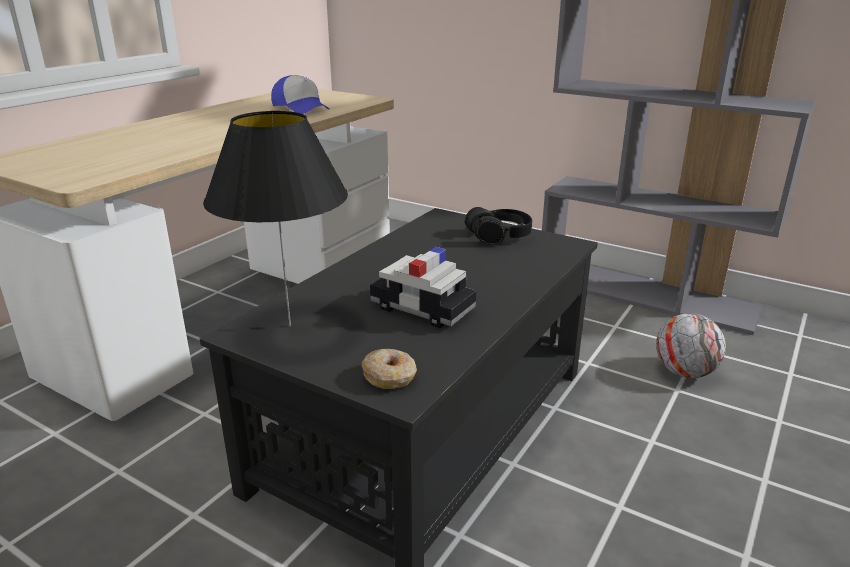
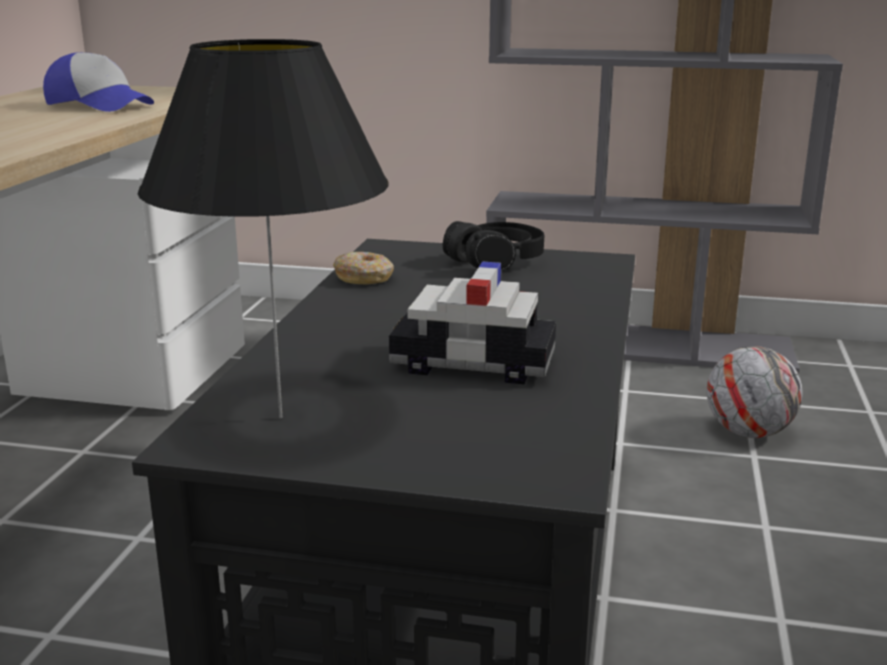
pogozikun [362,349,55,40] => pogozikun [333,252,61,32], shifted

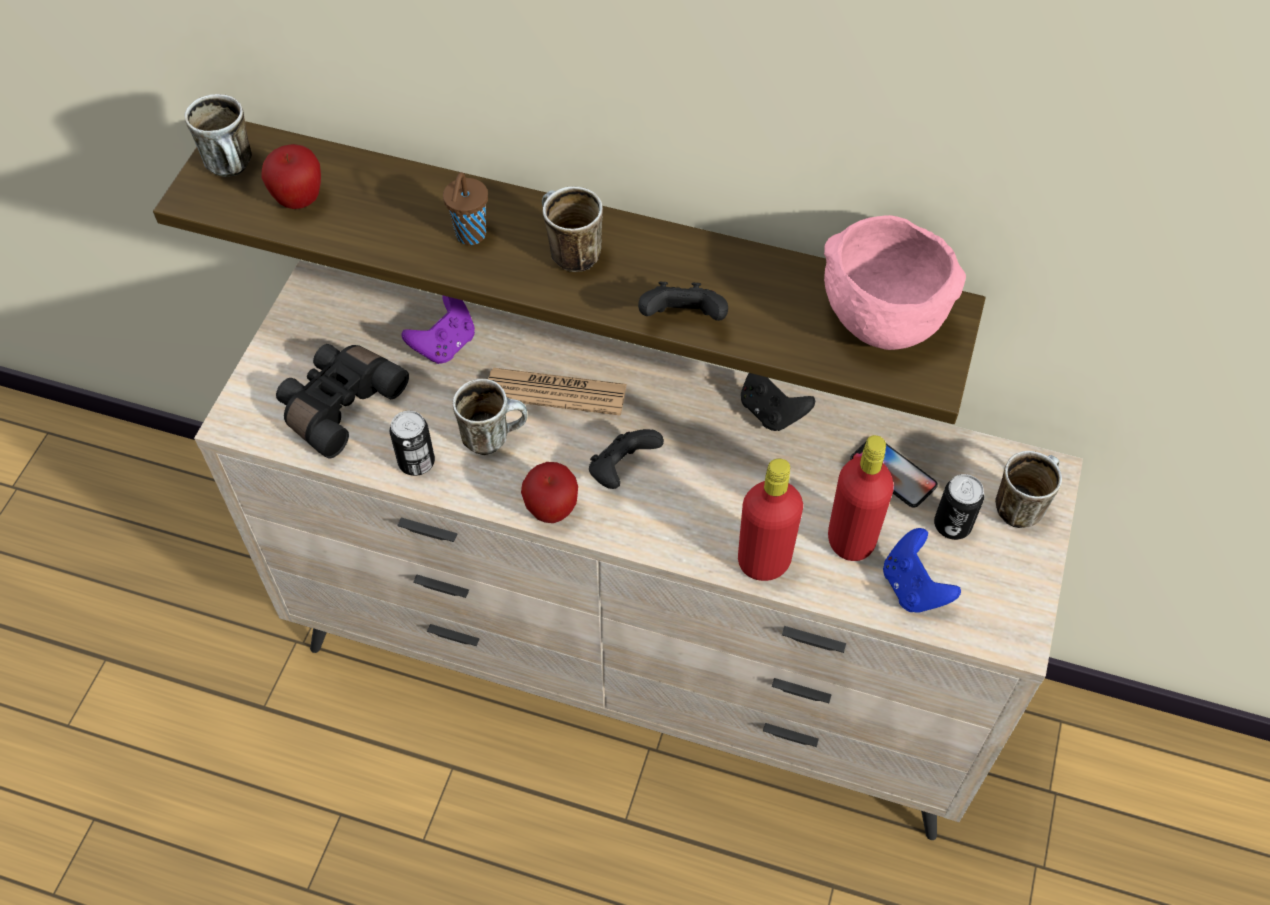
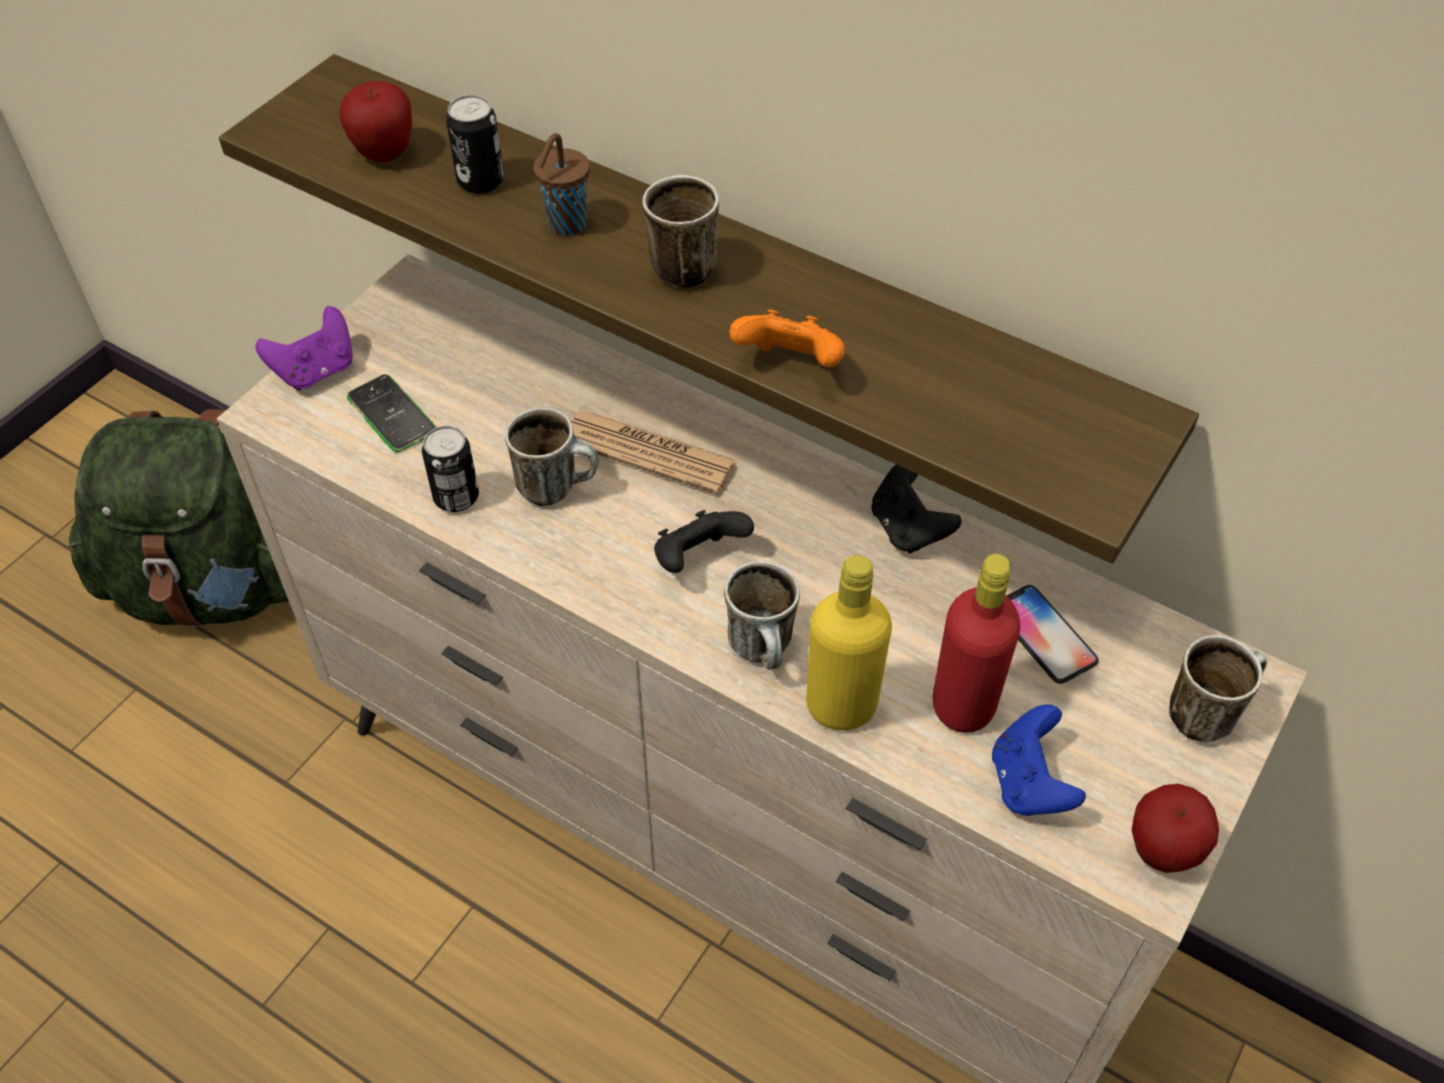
nothing => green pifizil [69,409,220,218]
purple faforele [401,295,74,69] => purple faforele [256,306,97,85], shifted
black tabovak [276,344,133,115] => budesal [347,374,89,78]
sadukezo [934,474,50,66] => sadukezo [446,95,58,99], shifted
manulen [185,94,67,83] => manulen [724,561,76,109], shifted
black faforele [638,282,90,39] => orange faforele [729,310,116,58]
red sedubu [738,459,65,122] => yellow sedubu [806,555,86,176]
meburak [521,462,57,61] => meburak [1132,784,87,89], shifted
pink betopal [824,215,142,135] => nothing

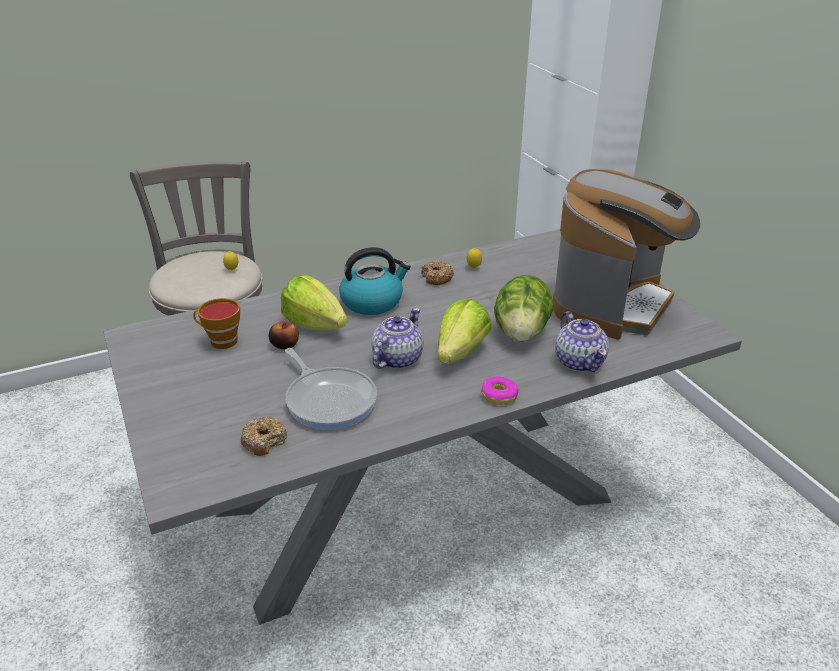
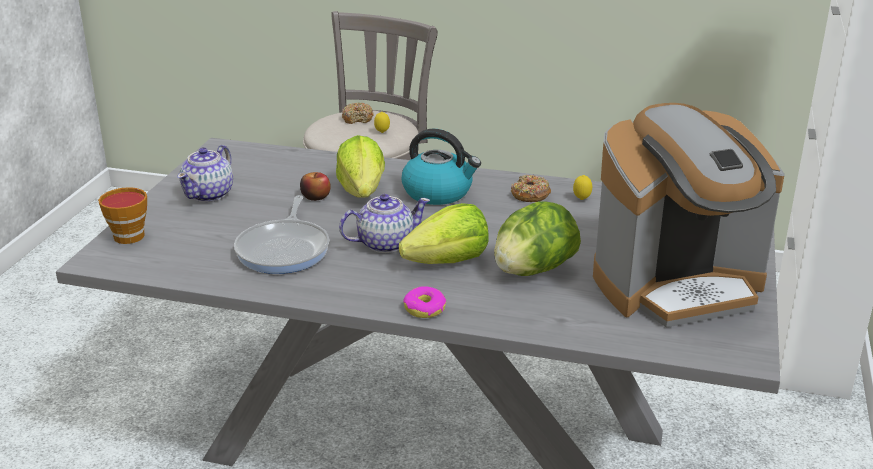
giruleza [194,298,46,51] => giruleza [98,187,49,57], shifted
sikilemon [555,312,54,60] => sikilemon [177,145,56,57], shifted
pogozikun [241,417,46,39] => pogozikun [342,103,32,21], shifted

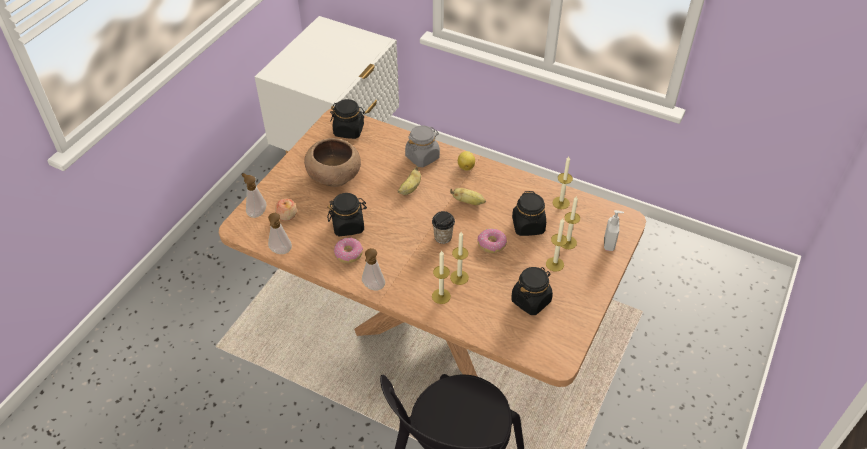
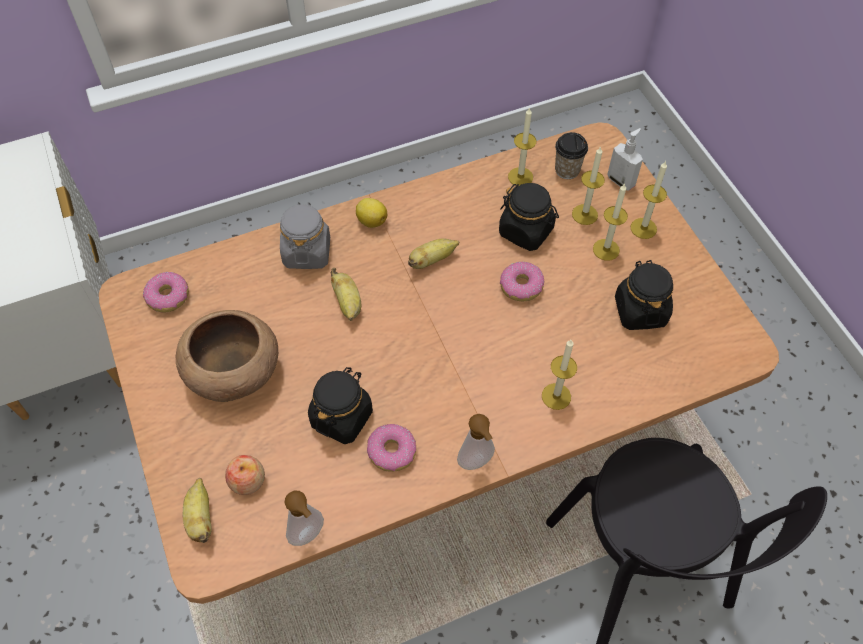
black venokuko [330,99,36,40] => pogozikun [143,272,46,41]
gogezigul [242,173,25,45] => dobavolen [183,478,29,65]
giruleza [432,211,23,33] => giruleza [555,132,33,47], shifted
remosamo [450,232,19,53] => remosamo [631,161,36,78], shifted

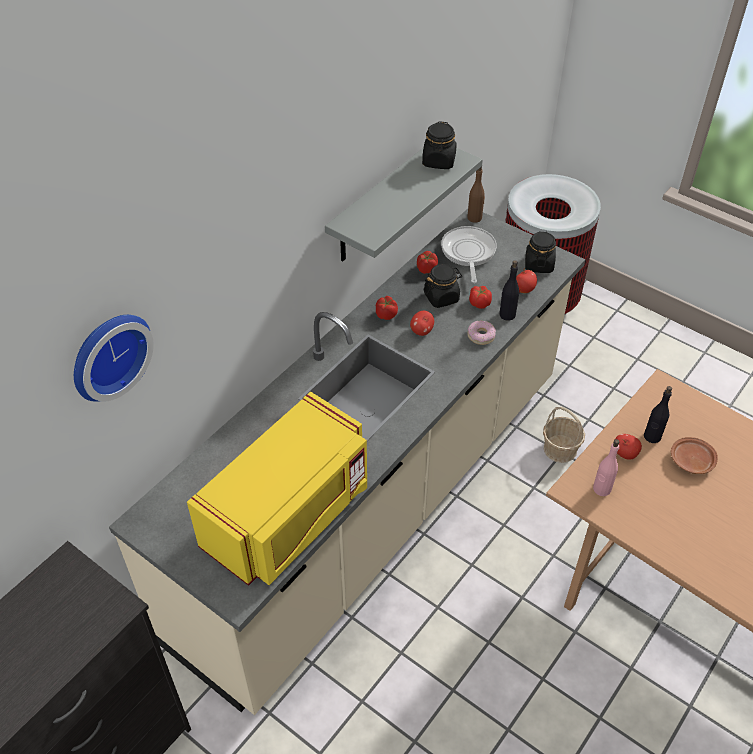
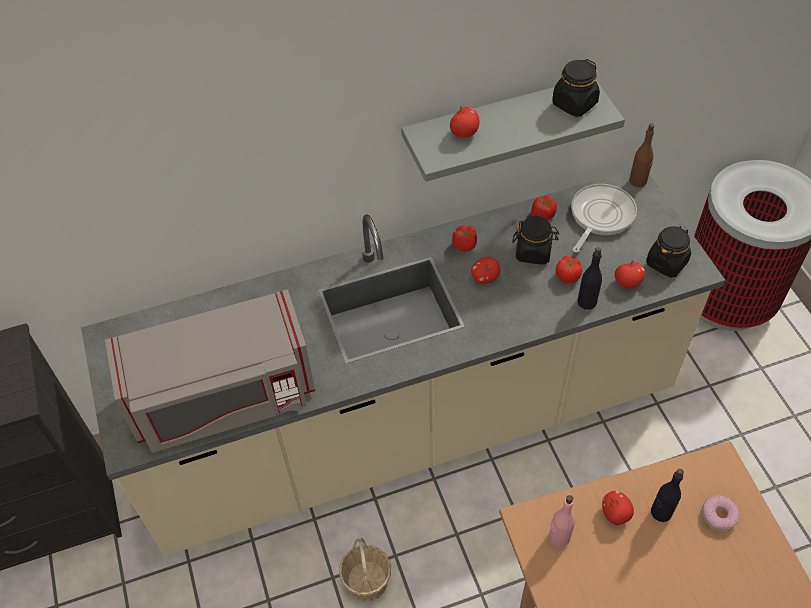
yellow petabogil [187,392,180,194] => grey petabogil [105,289,210,164]
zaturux [543,406,42,57] => zaturux [339,538,52,64], shifted
nothing => meburak [450,106,29,32]
pogozikun [467,320,29,25] => pogozikun [701,495,39,37], shifted
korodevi [74,315,80,87] => nothing
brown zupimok [671,437,47,37] => nothing

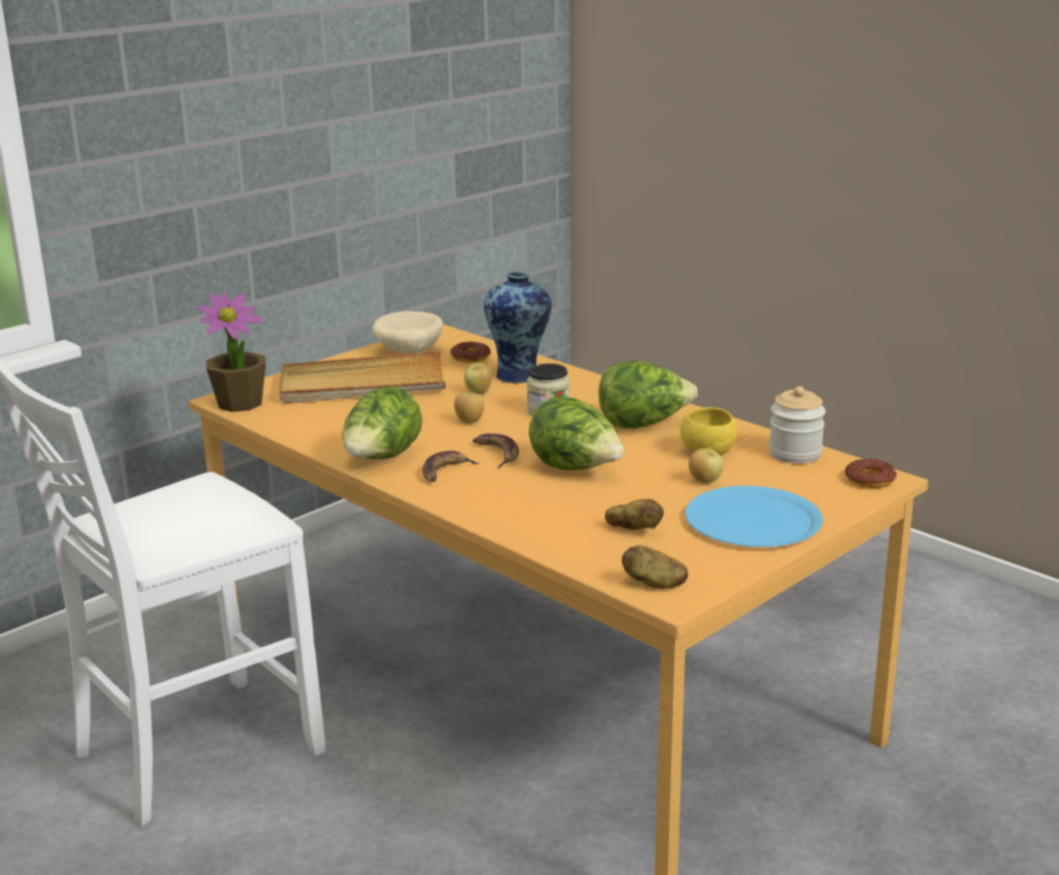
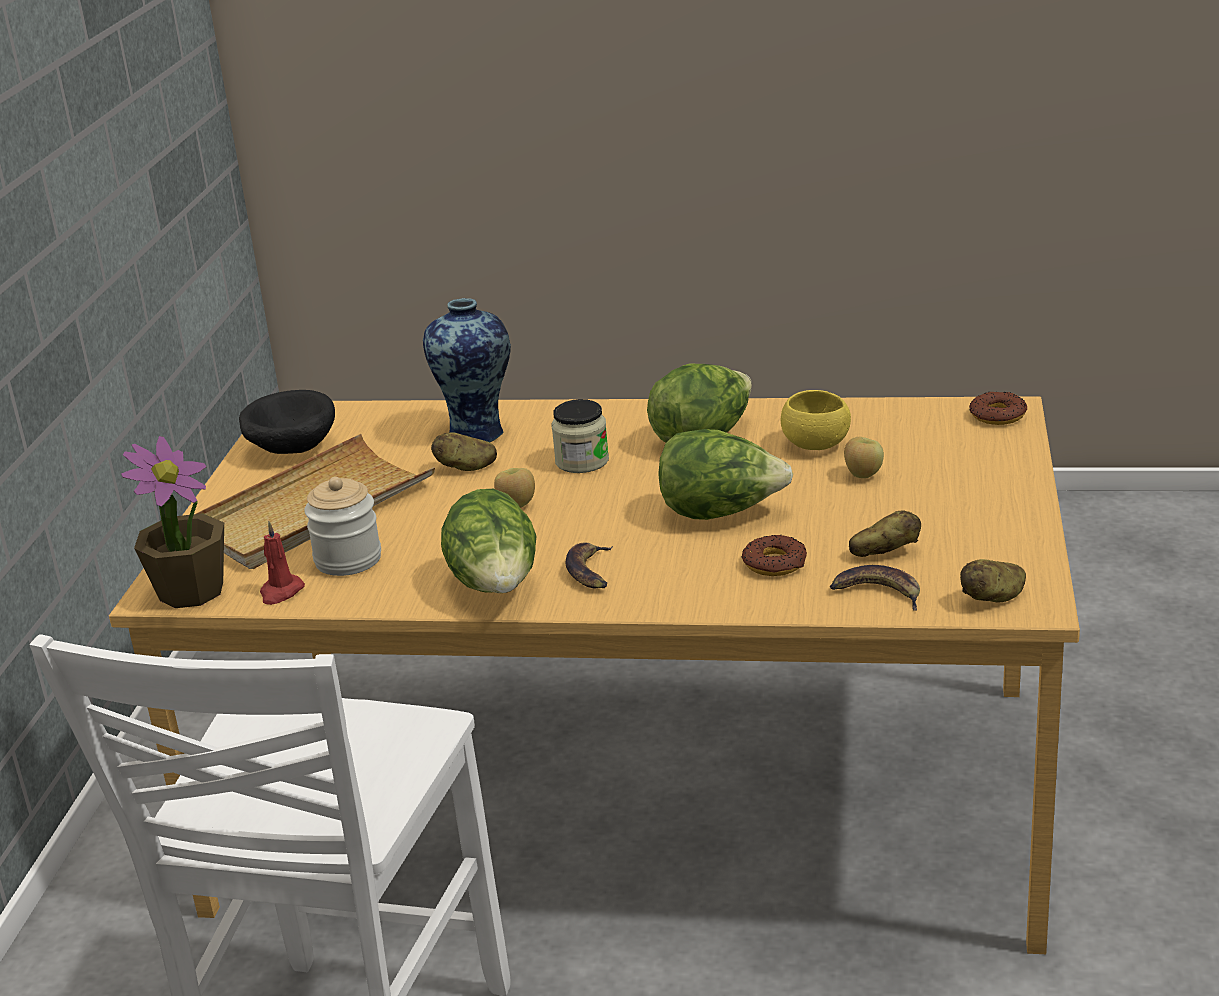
beige betopal [372,311,71,43] => black betopal [239,390,96,64]
nothing => red remosamo [260,521,45,84]
venokuko [769,386,57,78] => venokuko [304,477,77,99], shifted
meburak [464,363,28,31] => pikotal [431,432,66,39]
pogozikun [450,341,41,22] => pogozikun [742,535,65,41], shifted
dobavolen [473,434,46,34] => dobavolen [830,565,90,46], shifted
blue zupimok [685,486,138,61] => nothing

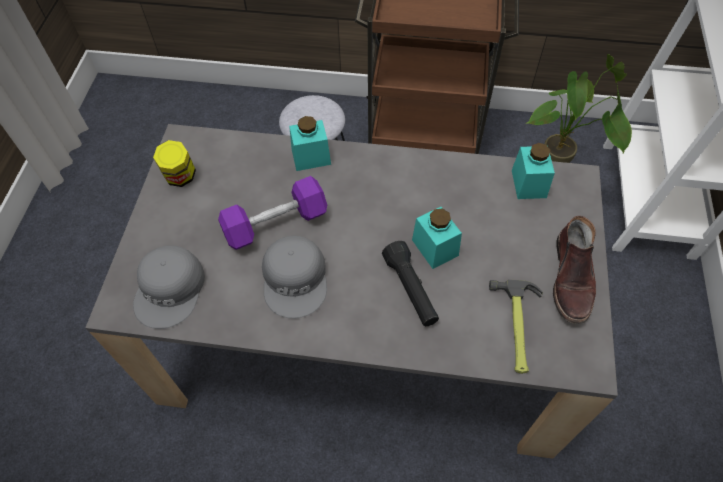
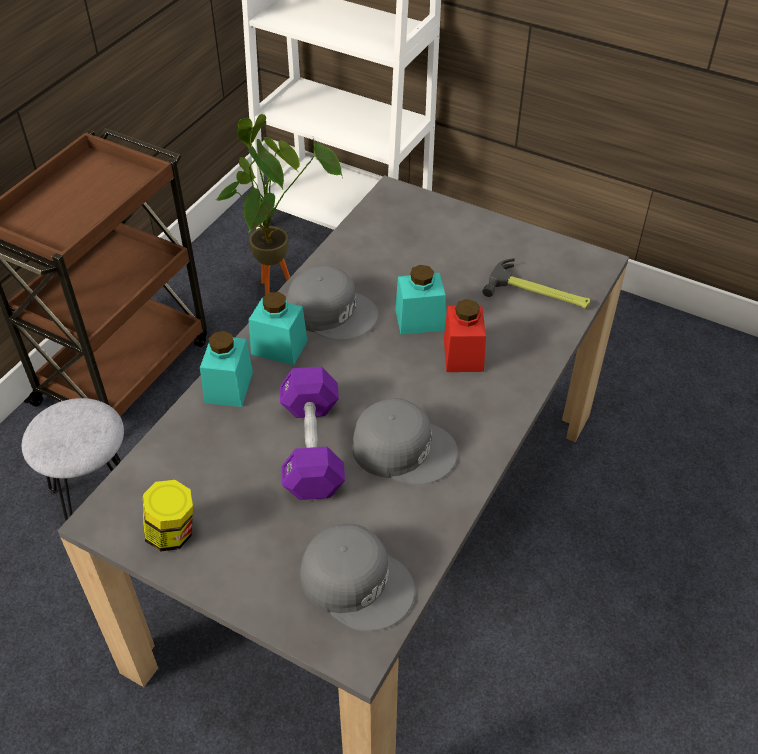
turquoise venokuko [512,143,43,56] => turquoise venokuko [249,292,59,73], shifted
nothing => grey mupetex [287,265,92,75]
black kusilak [382,241,57,85] => red venokuko [444,299,42,73]
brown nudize [553,216,43,108] => nothing

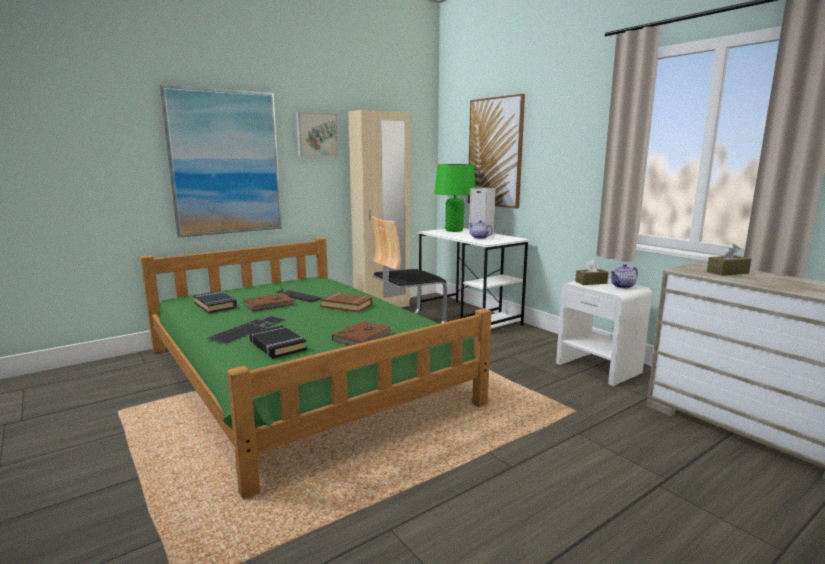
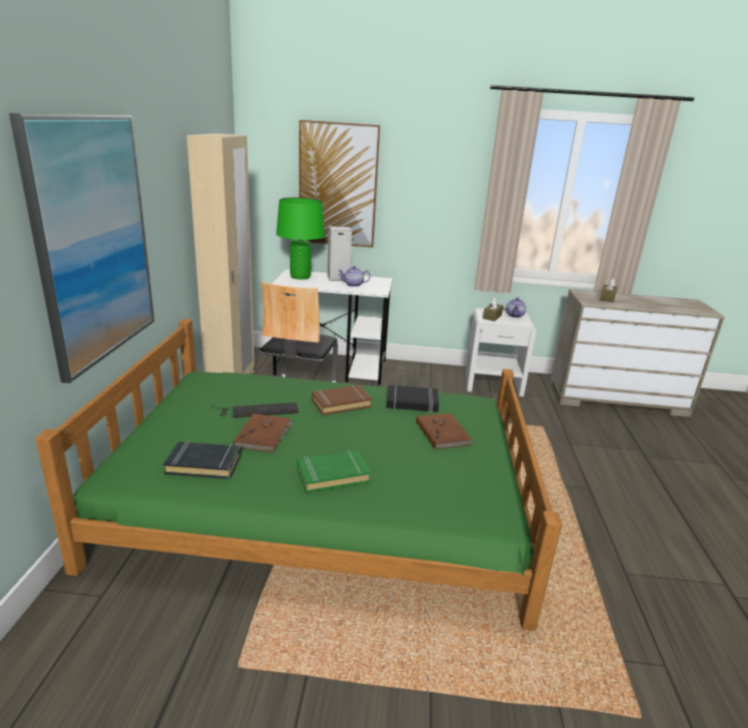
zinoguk [207,315,79,29] => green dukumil [297,450,74,43]
black dukumil [250,325,57,34] => black dukumil [386,385,53,27], shifted
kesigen [296,112,42,44] => nothing

